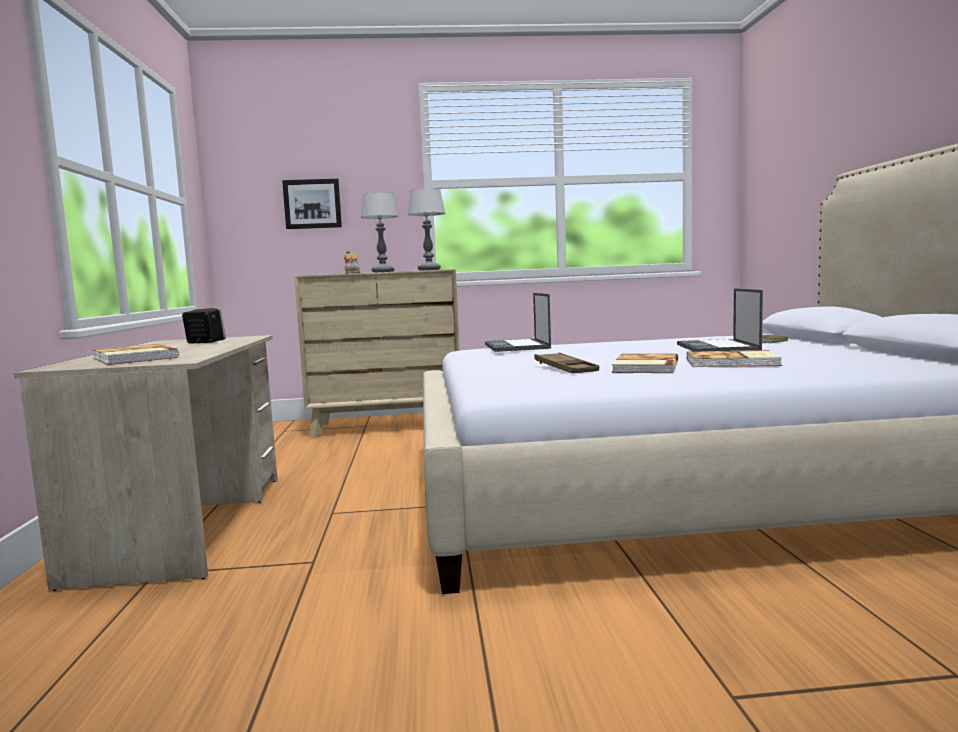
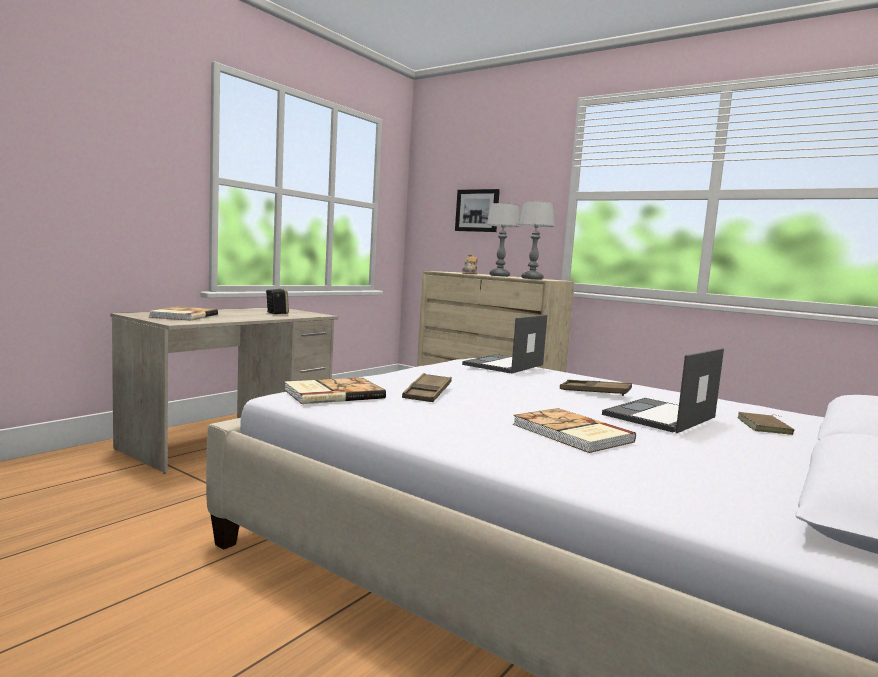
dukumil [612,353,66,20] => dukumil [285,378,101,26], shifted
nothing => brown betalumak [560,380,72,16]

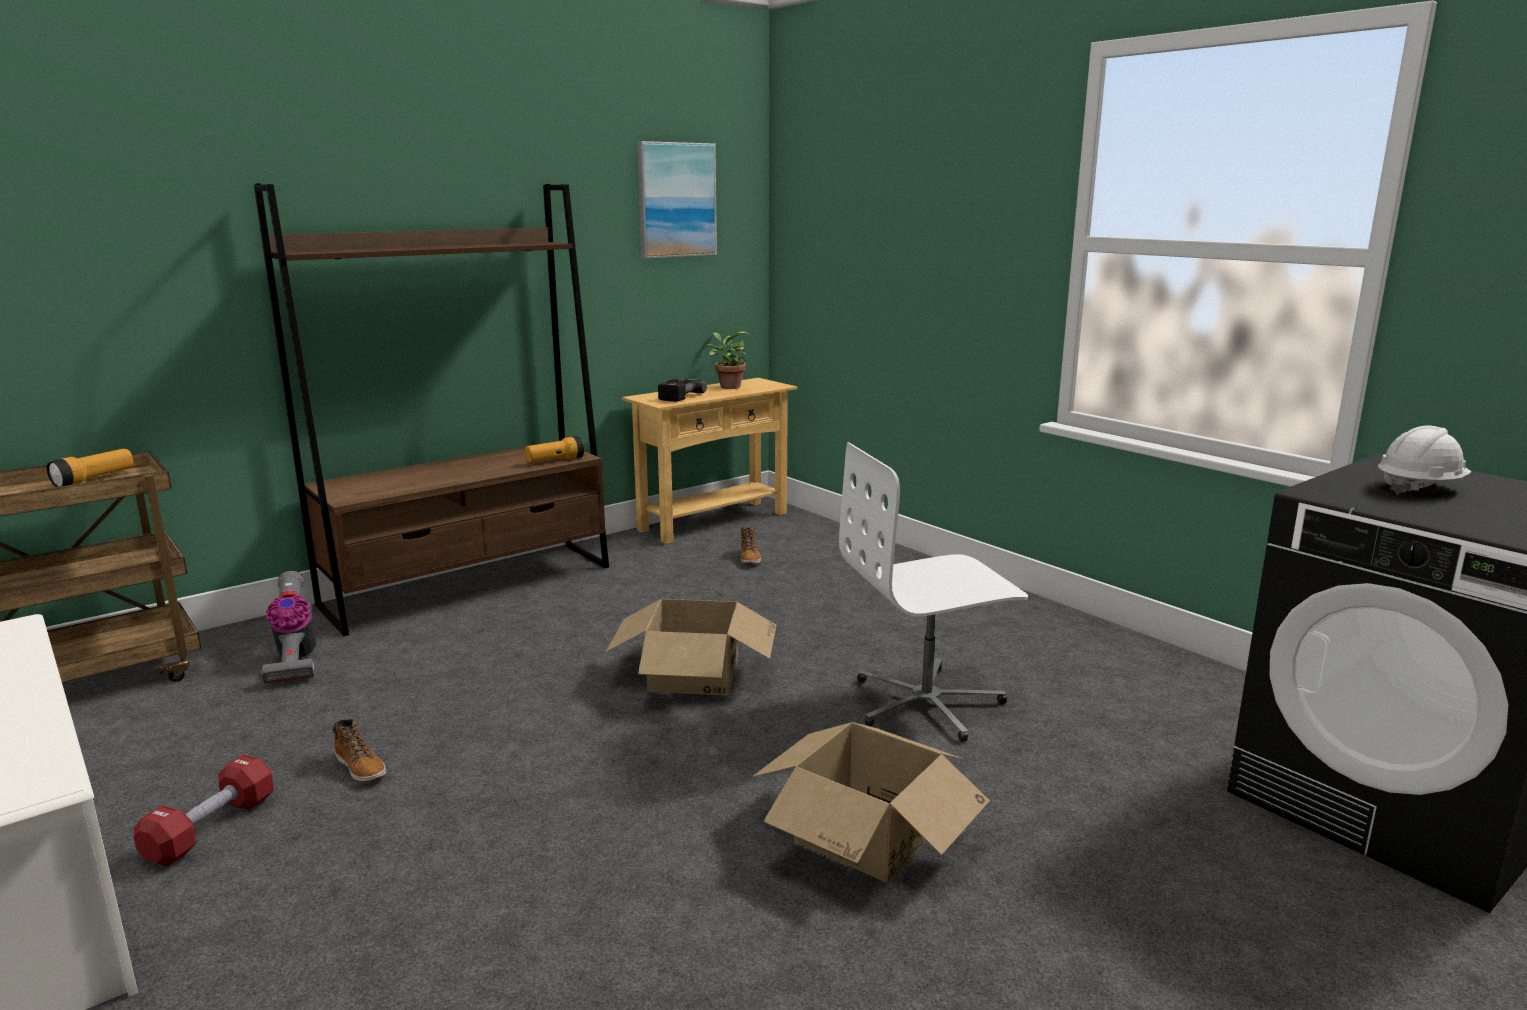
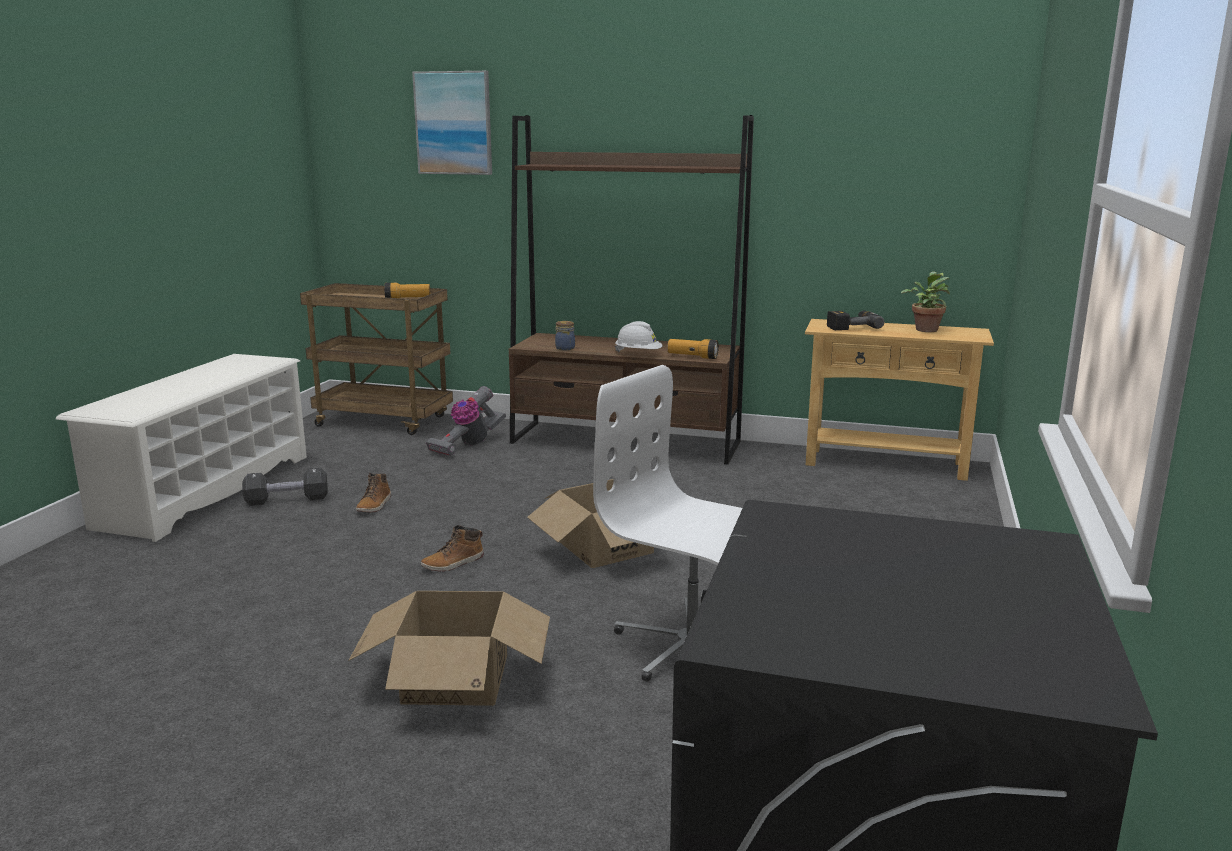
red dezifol [134,755,140,112] => black dezifol [242,468,86,38]
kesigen [637,141,80,118] => kesigen [412,71,80,104], shifted
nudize [741,527,20,37] => nudize [420,525,64,47], shifted
nothing => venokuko [555,321,20,29]
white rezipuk [1378,426,93,69] => white rezipuk [615,321,48,31], shifted

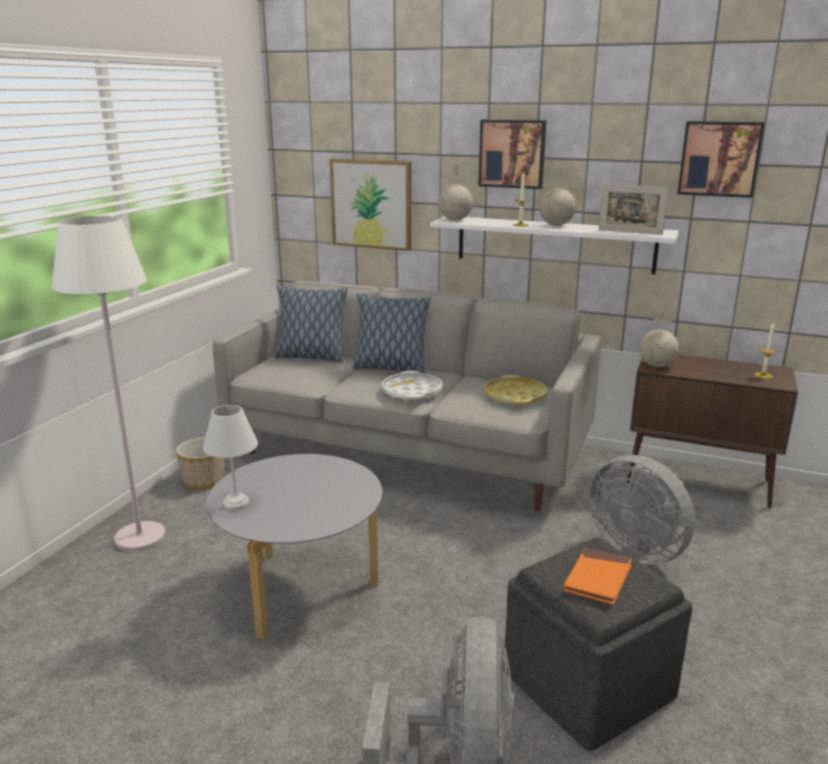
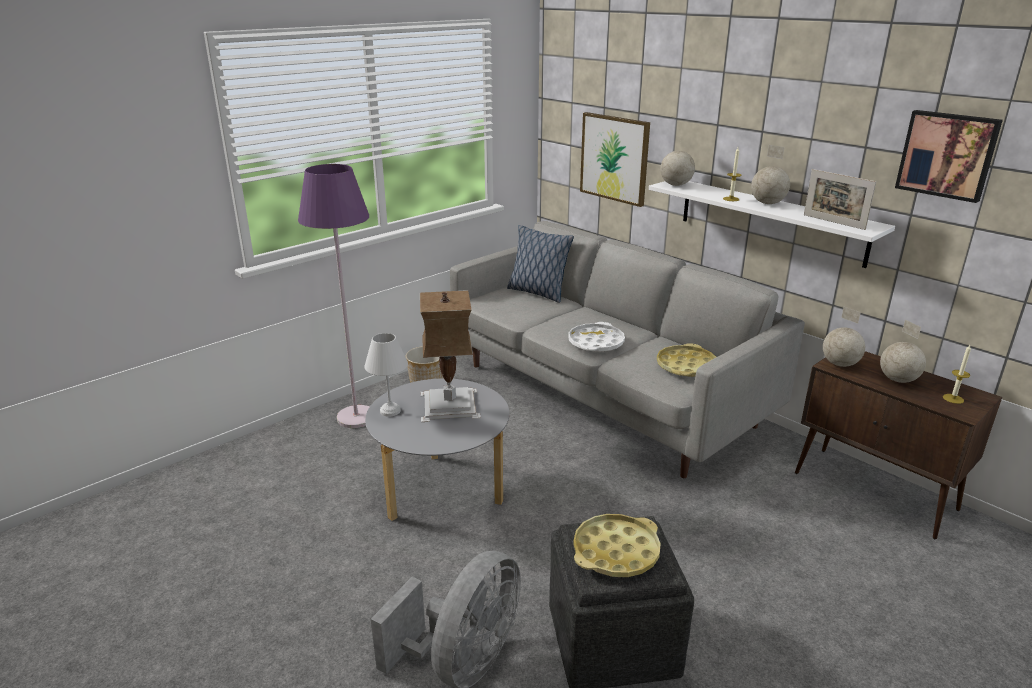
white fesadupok [52,216,114,336] => purple fesadupok [298,164,71,264]
nothing => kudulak [420,290,61,132]
orange dukumil [563,548,69,57] => yellow betalumak [573,514,88,63]
nothing => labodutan [880,320,46,63]
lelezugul [352,293,78,81] => nothing
kesigen [478,120,69,69] => nothing
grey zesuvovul [589,455,106,110] => nothing

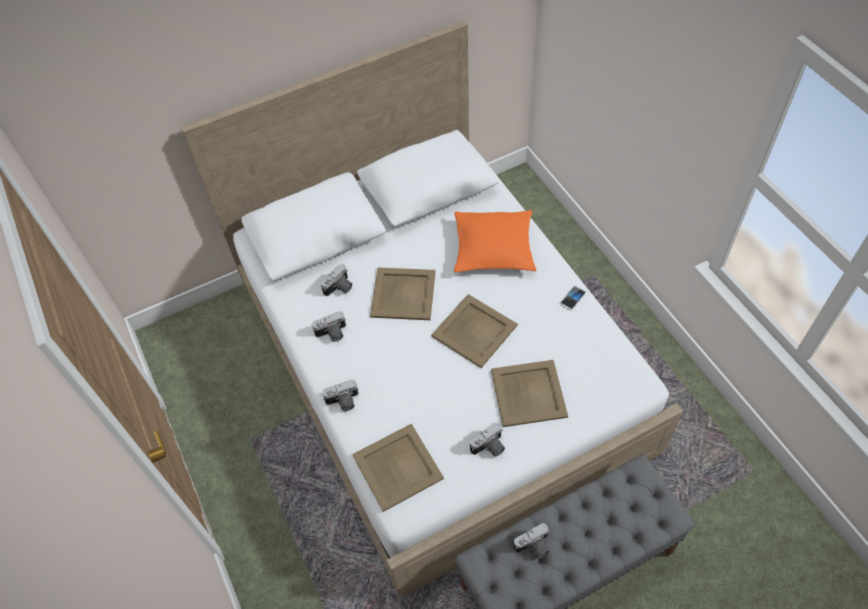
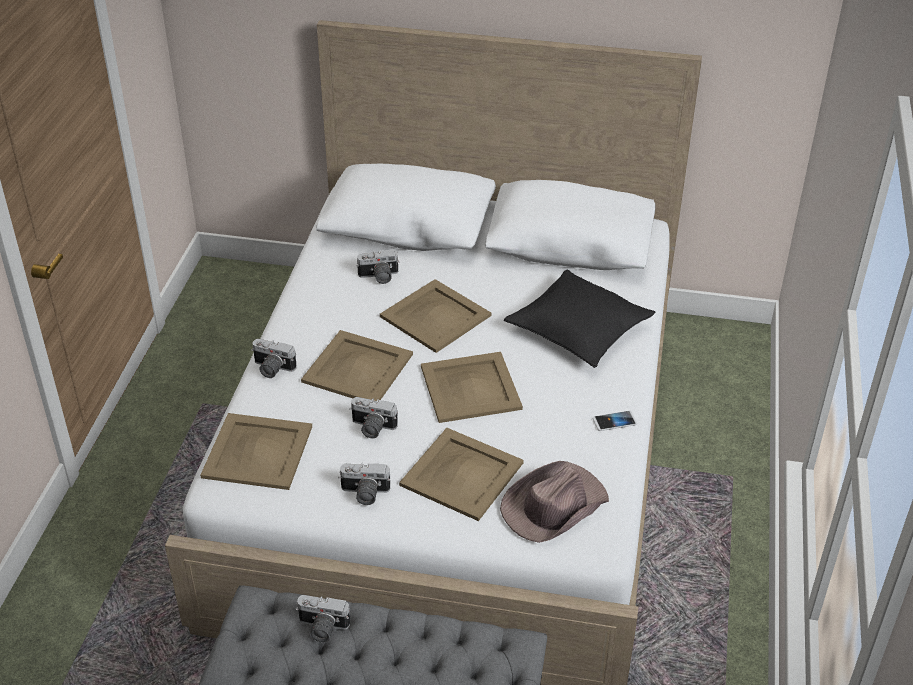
nothing => beige betalumak [301,330,112,71]
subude [312,311,34,31] => subude [349,397,49,41], shifted
nothing => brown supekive [500,461,109,82]
orange lelezugul [454,210,82,62] => black lelezugul [504,269,151,99]

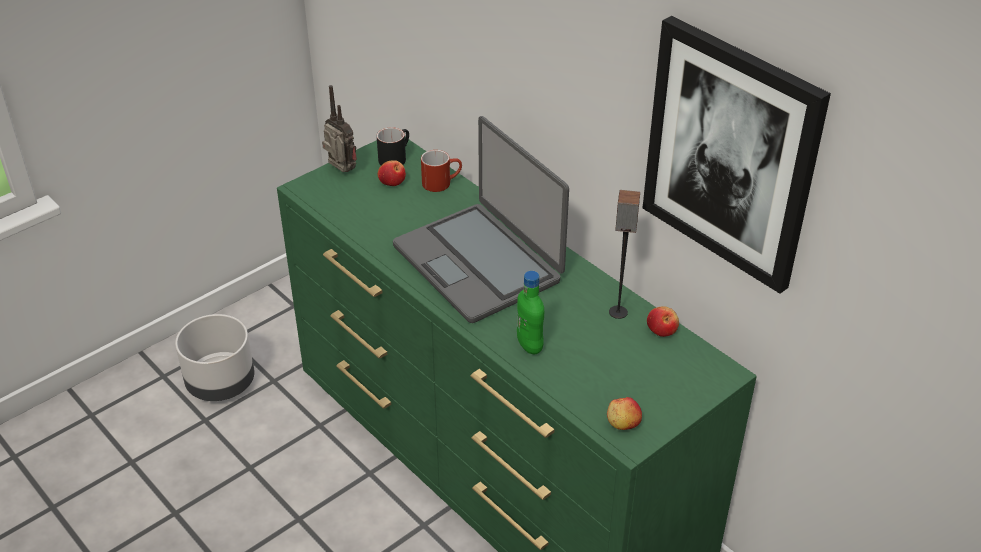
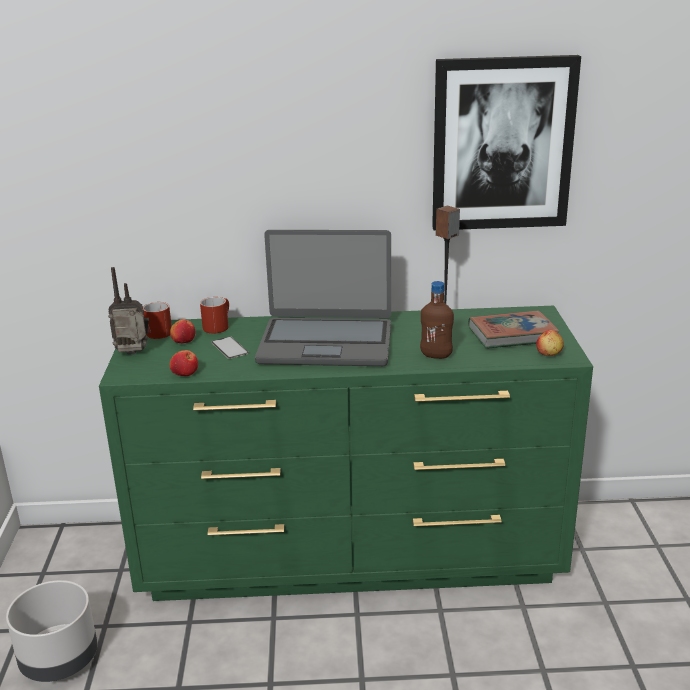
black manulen [377,127,32,38] => red manulen [143,302,29,37]
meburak [647,306,32,31] => meburak [169,350,29,26], shifted
nothing => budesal [211,336,38,23]
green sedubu [517,271,27,83] => brown sedubu [420,281,34,78]
nothing => dukumil [468,311,91,38]

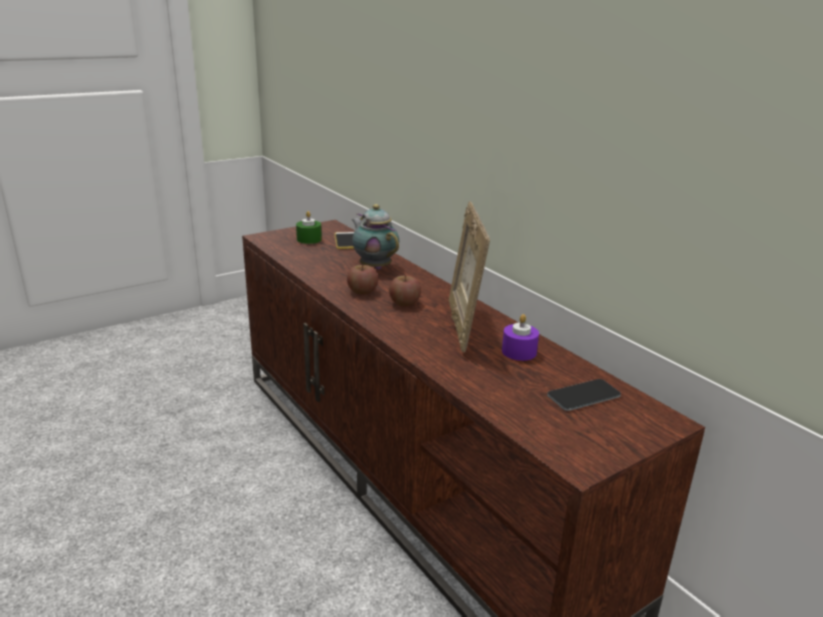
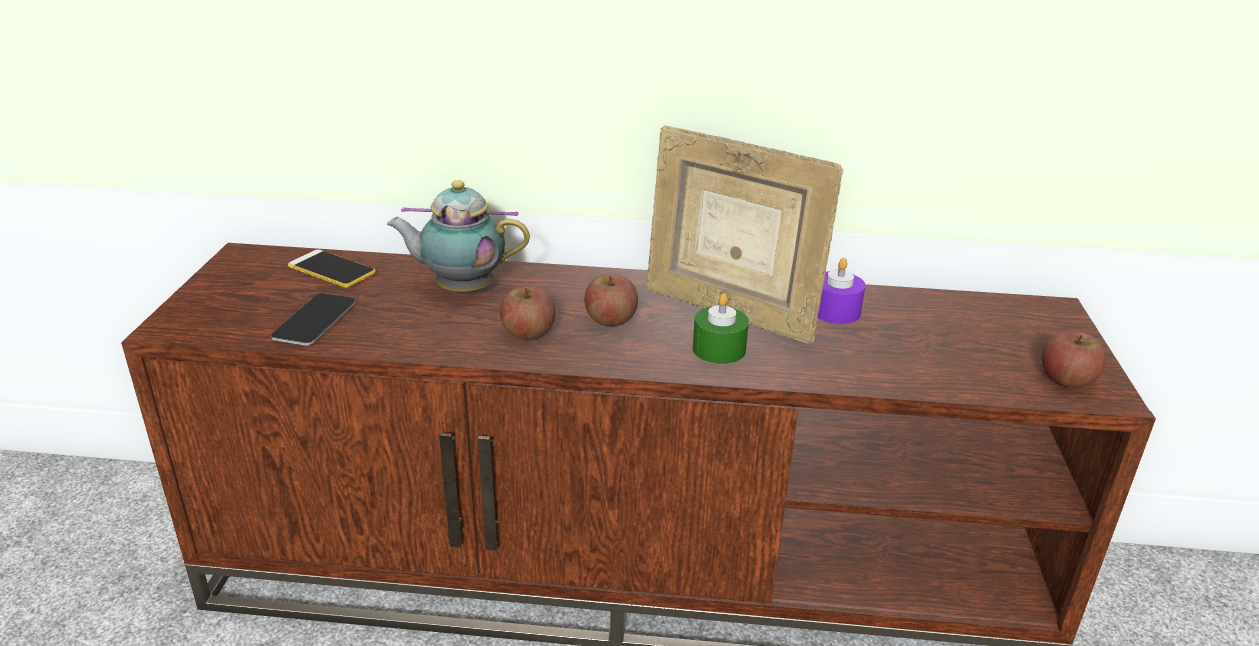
budesal [547,379,74,32] => budesal [271,293,85,53], shifted
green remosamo [296,211,26,33] => green remosamo [693,293,56,71], shifted
nothing => meburak [1042,330,64,58]

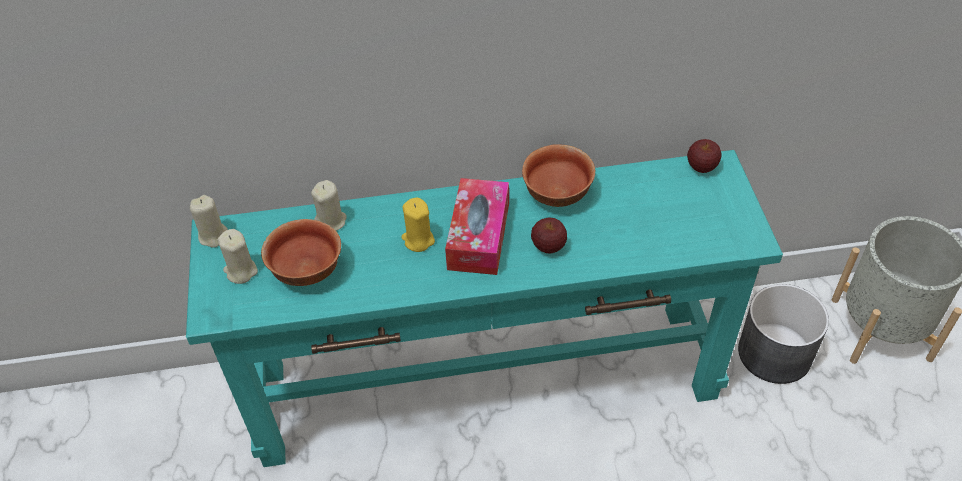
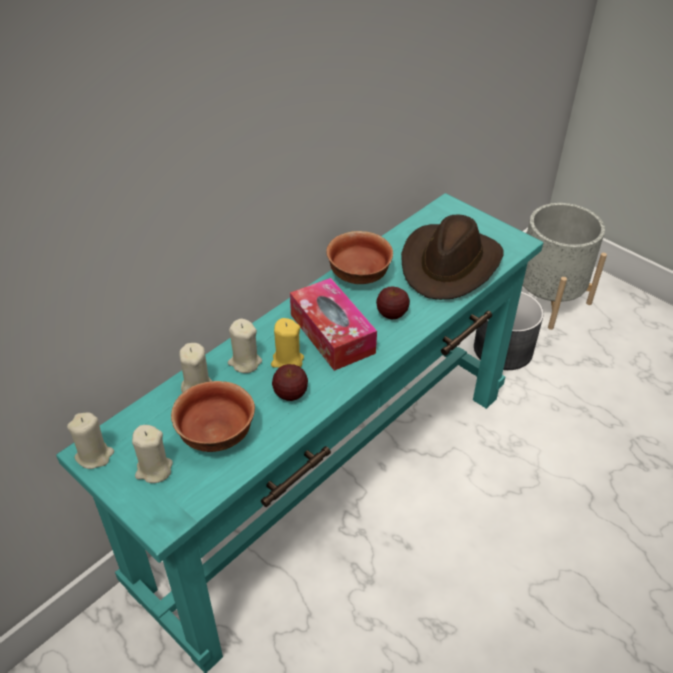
nothing => beige remosamo [228,319,34,54]
meburak [687,139,35,34] => meburak [272,364,36,37], shifted
nothing => brown supekive [401,215,103,85]

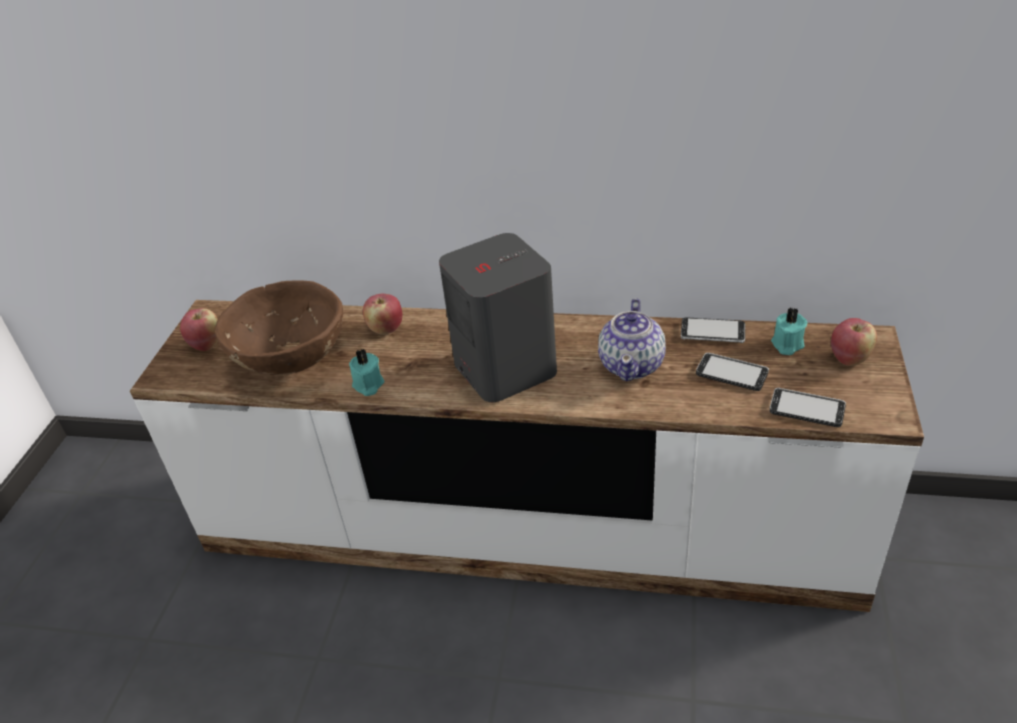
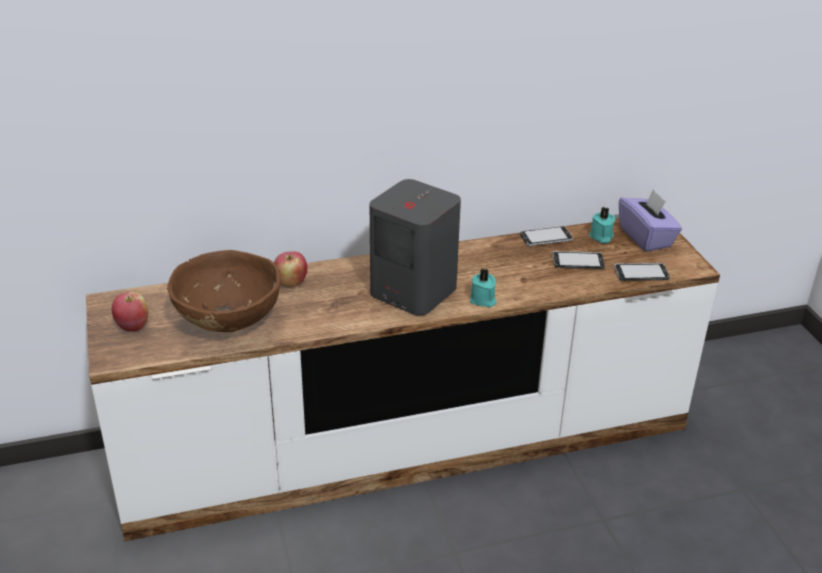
turquoise remosamo [349,349,35,47] => turquoise remosamo [470,269,26,38], shifted
meburak [831,318,46,48] => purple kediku [619,189,63,63]
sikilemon [598,298,68,84] => nothing

